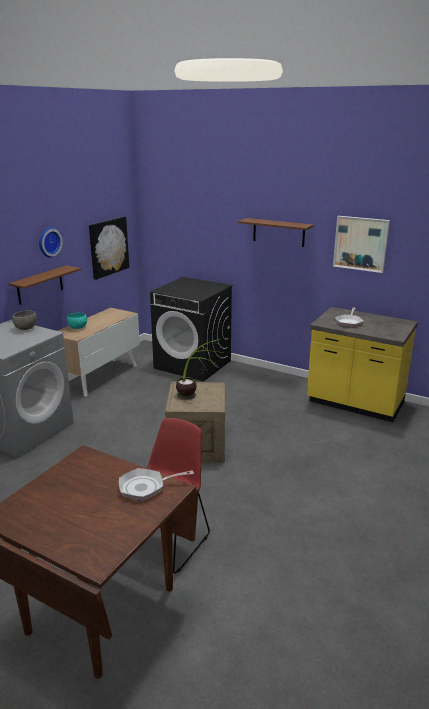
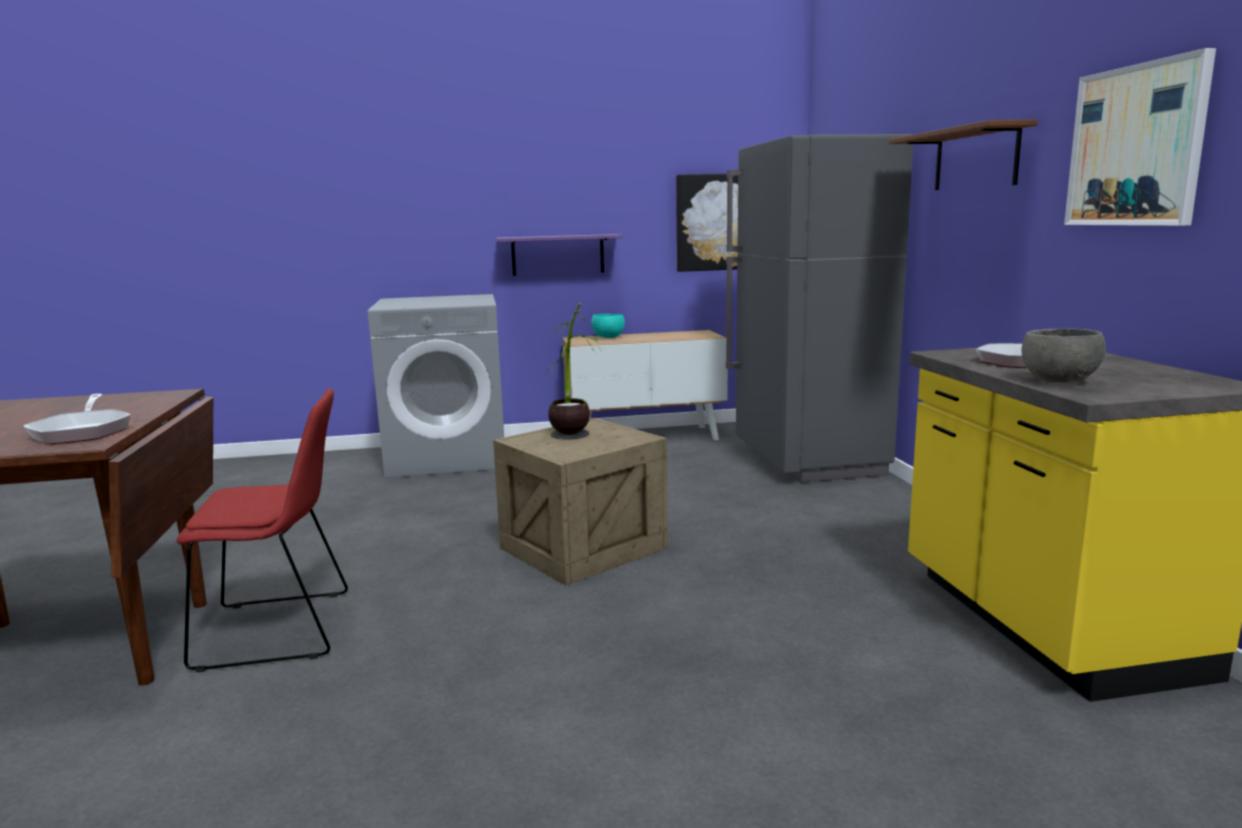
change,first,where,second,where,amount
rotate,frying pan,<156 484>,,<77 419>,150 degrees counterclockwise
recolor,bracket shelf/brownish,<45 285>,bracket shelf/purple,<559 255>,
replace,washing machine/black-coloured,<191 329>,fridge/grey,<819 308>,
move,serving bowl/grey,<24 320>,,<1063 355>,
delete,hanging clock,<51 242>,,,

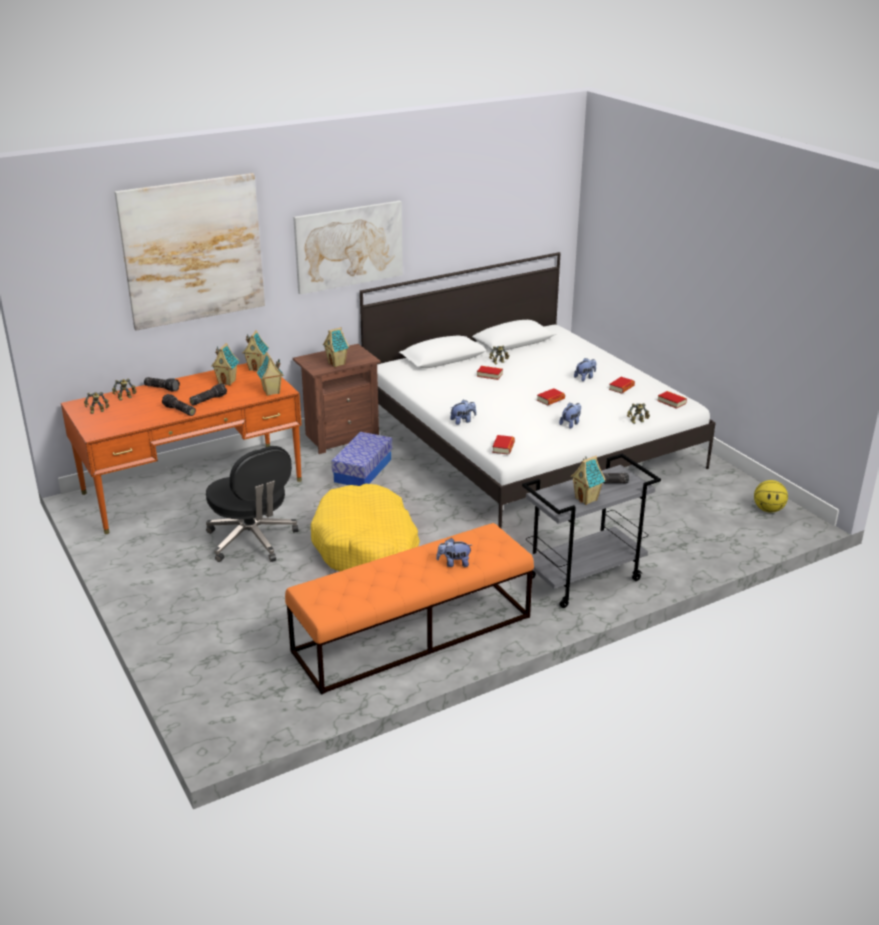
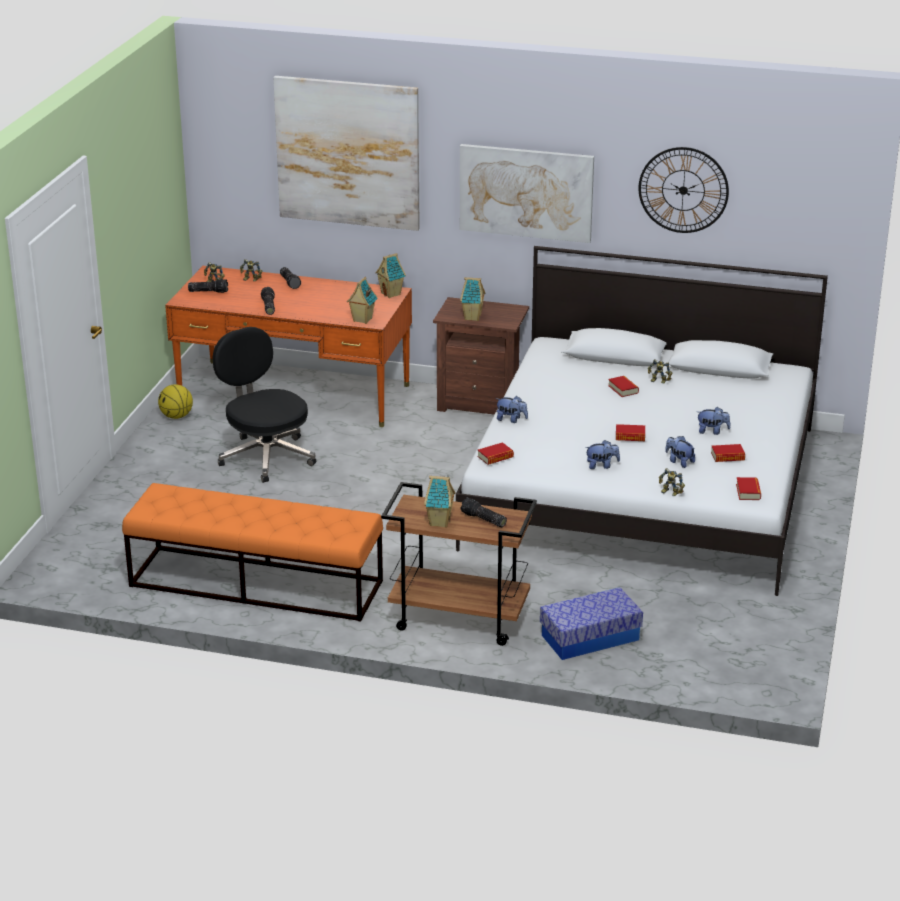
change,first,where,second,where,amount
move,ball for basketball,<771 496>,,<175 401>,
move,flashlight,<208 394>,,<208 286>,
rotate,office chair/black-coloured,<252 504>,,<264 405>,135 degrees clockwise
recolor,trolley/grey,<591 531>,trolley/brownish,<459 564>,
move,storage box,<361 459>,,<591 623>,
insert,,,hanging clock,<684 190>,
move,soft toy,<454 552>,,<680 452>,
delete,model house,<225 364>,,,
delete,pet bed/yellow,<365 527>,,,

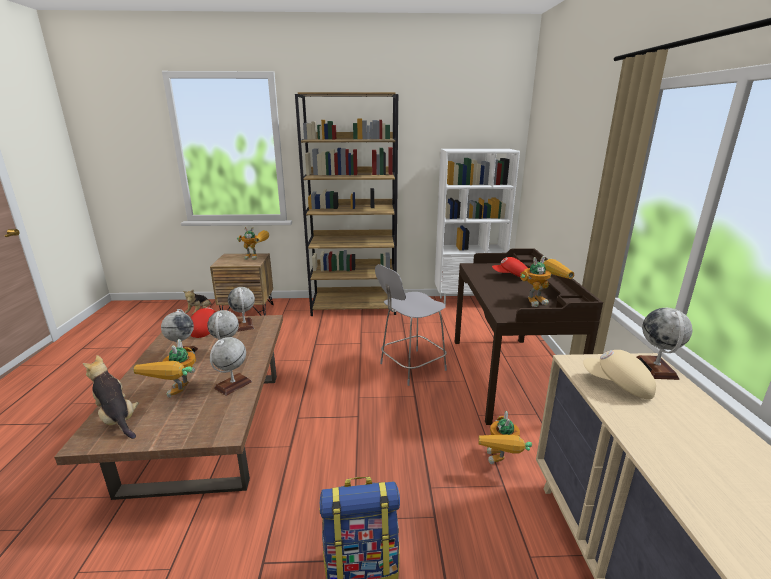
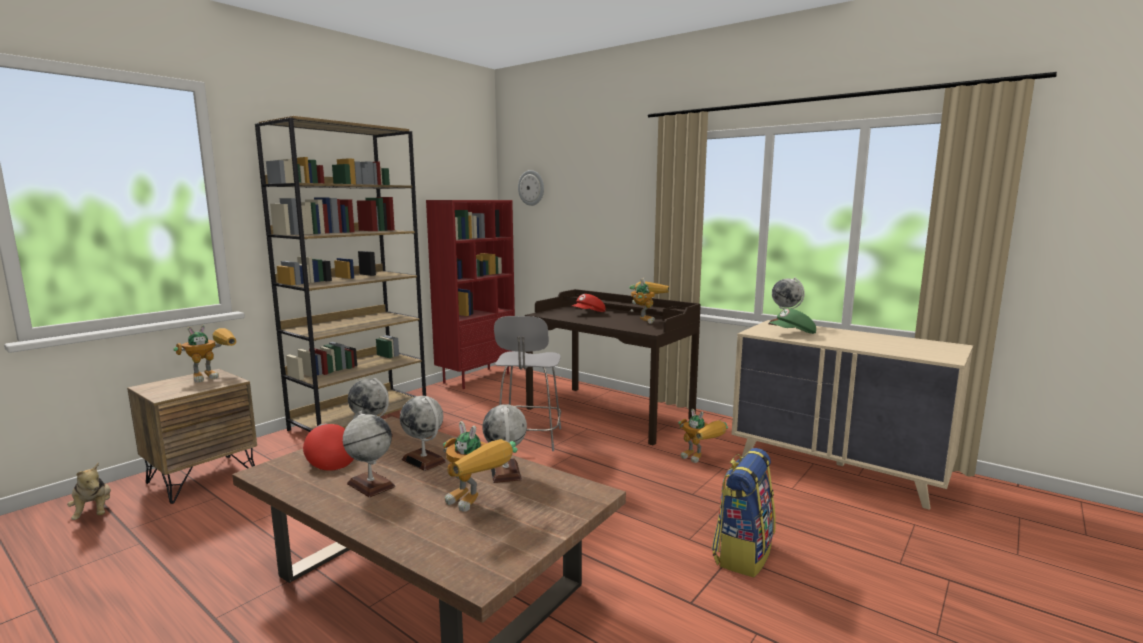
change,first,where,second,where,amount
recolor,shelving unit/white,<477 227>,shelving unit/red-coloured,<470 294>,
insert,,,hanging clock,<531 188>,
recolor,cap/sand-coloured,<619 374>,cap/green-coloured,<792 321>,
delete,soft toy,<111 397>,,,

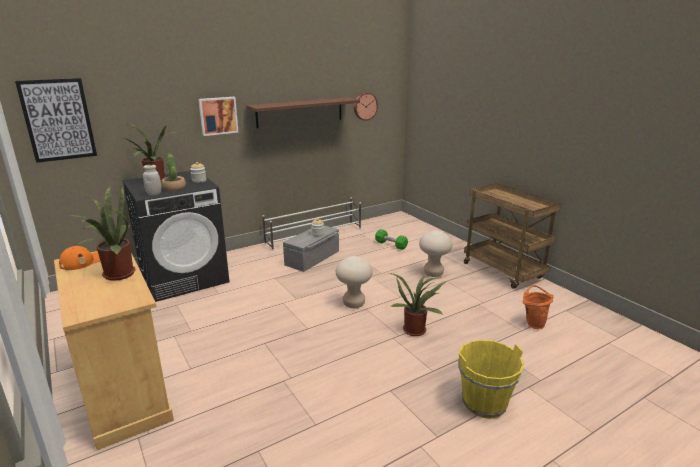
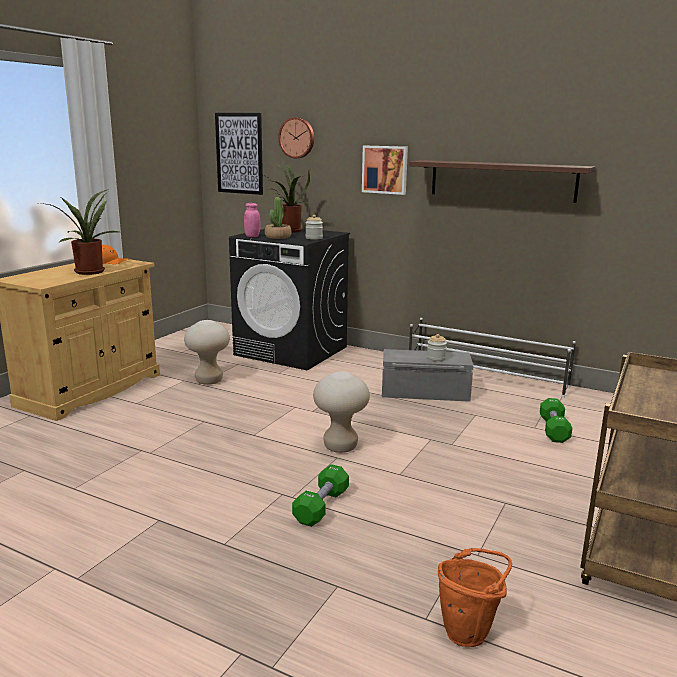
change,first,where,second,where,amount
move,stool seat/sand-coloured,<435 253>,,<207 352>,
recolor,storage jar/white,<152 180>,storage jar/pink,<252 220>,
move,hanging clock,<366 106>,,<296 137>,
replace,plant in a pot,<418 304>,free weight/green-coloured,<320 495>,
delete,water bucket/yellow,<491 379>,,,

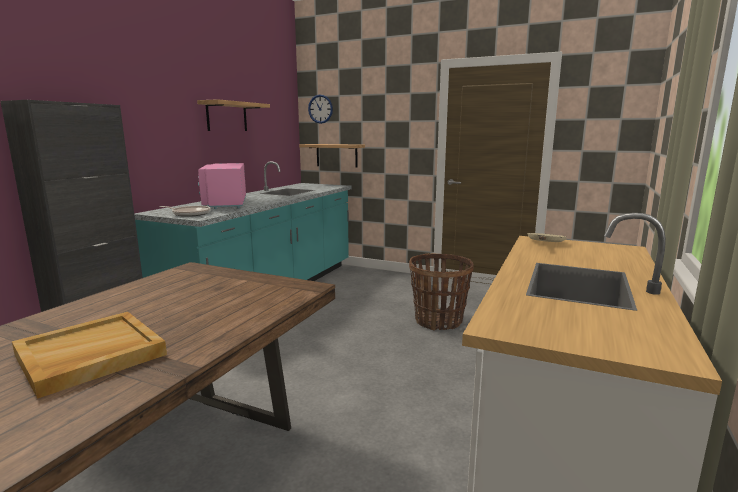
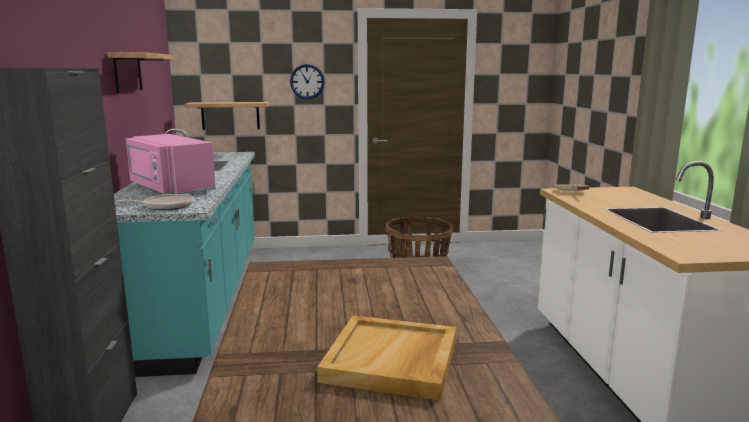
change,first,where,second,where,amount
move,hanging clock,<320 109>,,<307 81>,

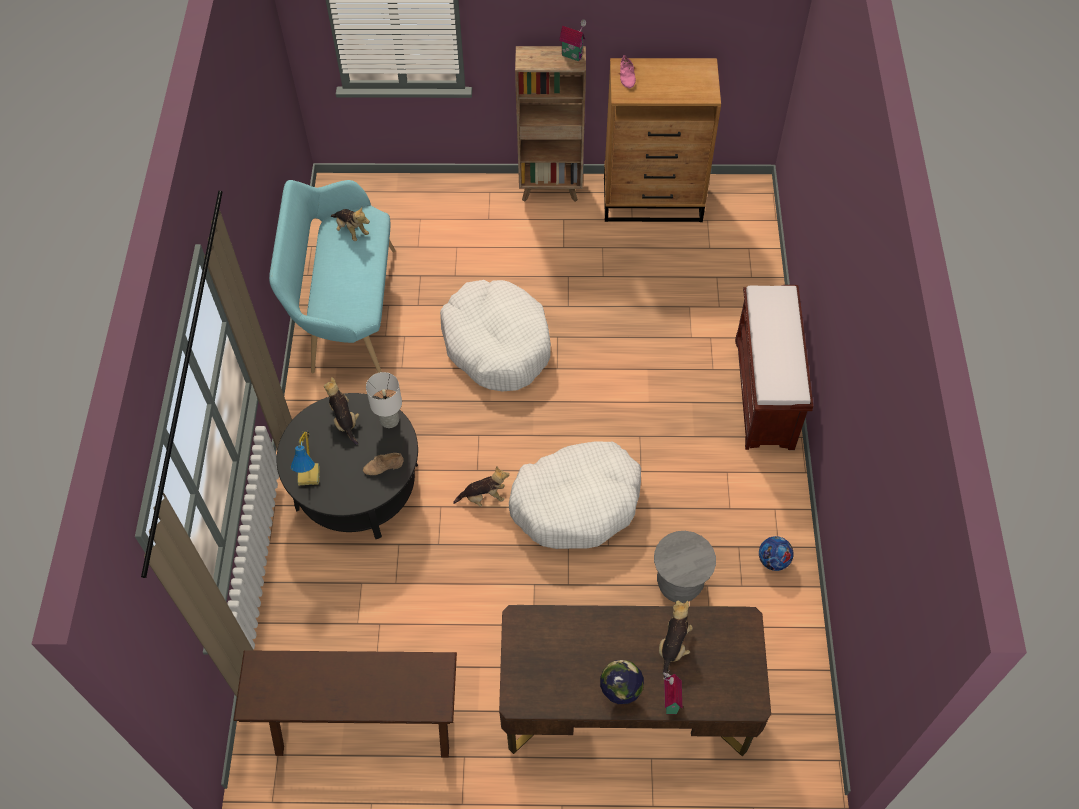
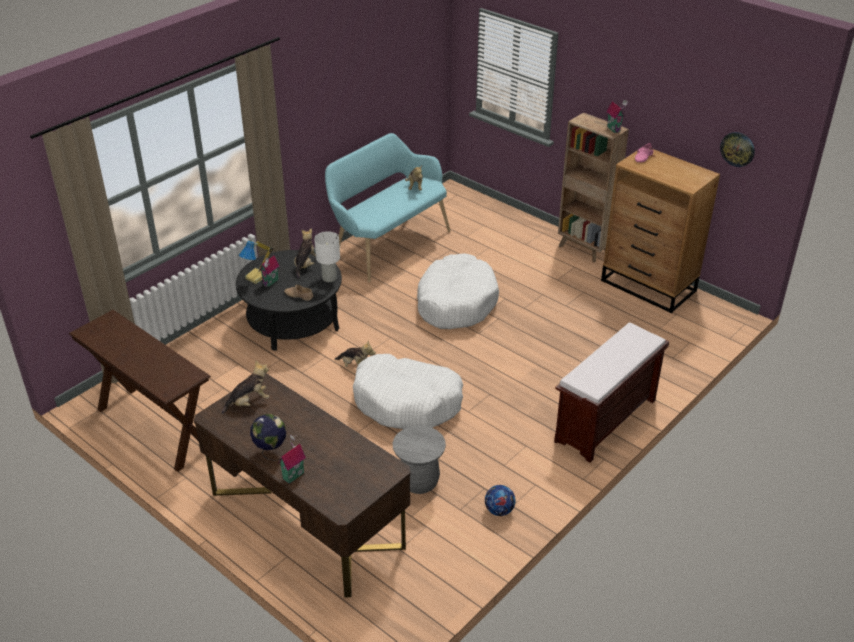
change,first,where,second,where,amount
move,soft toy,<676 640>,,<245 387>,
insert,,,model house,<269 271>,
insert,,,hanging clock,<737 149>,

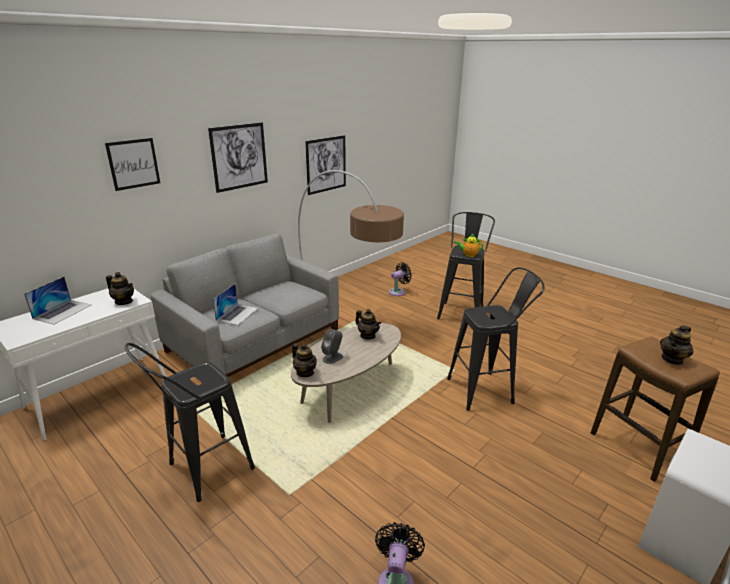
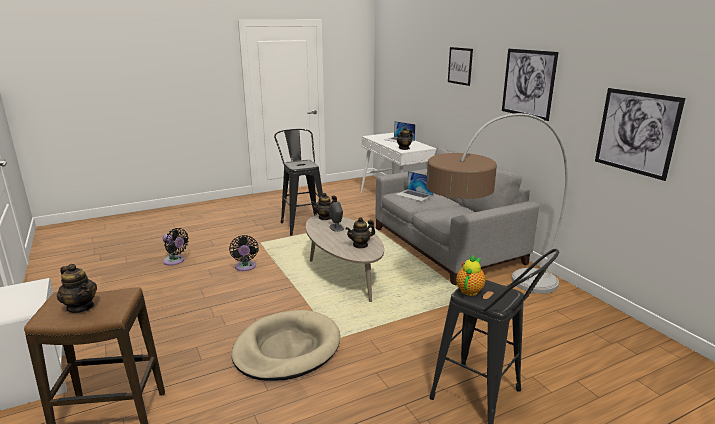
change,first,where,second,where,amount
rotate,tea pot,<676 345>,,<77 288>,150 degrees clockwise
move,cooling fan/black-coloured,<400 279>,,<244 253>,
replace,stool seat/black-coloured,<496 339>,pet bed/sand-coloured,<285 345>,

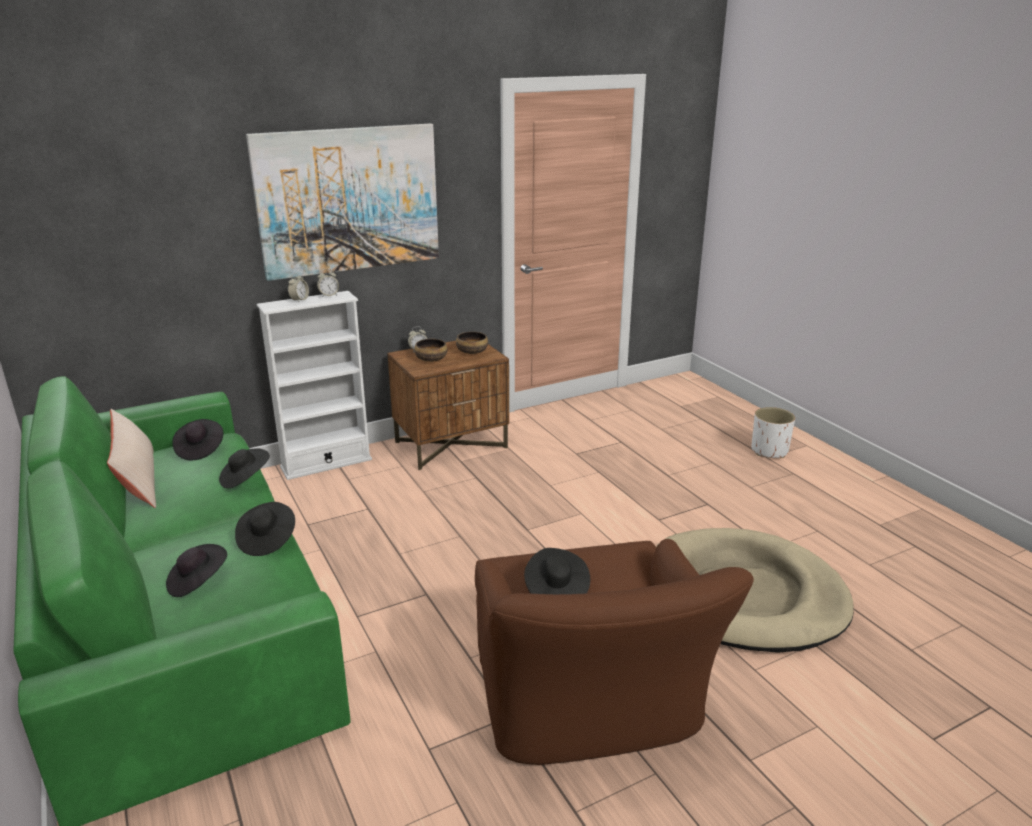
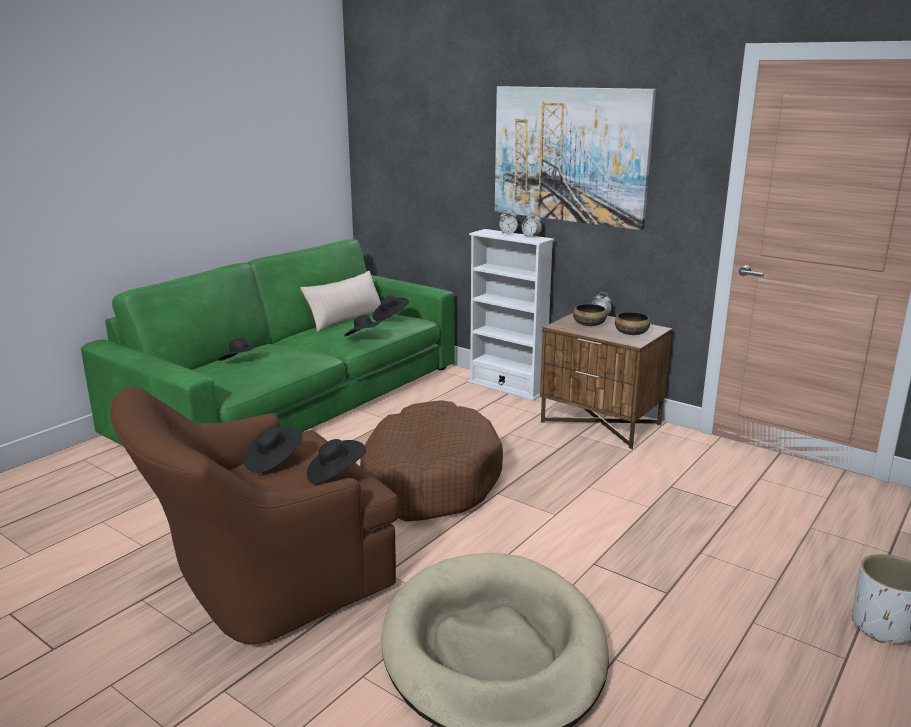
change,first,where,second,where,amount
move,clothing hat/black-coloured,<265 529>,,<336 461>,
insert,,,pet bed/brownish,<431 461>,

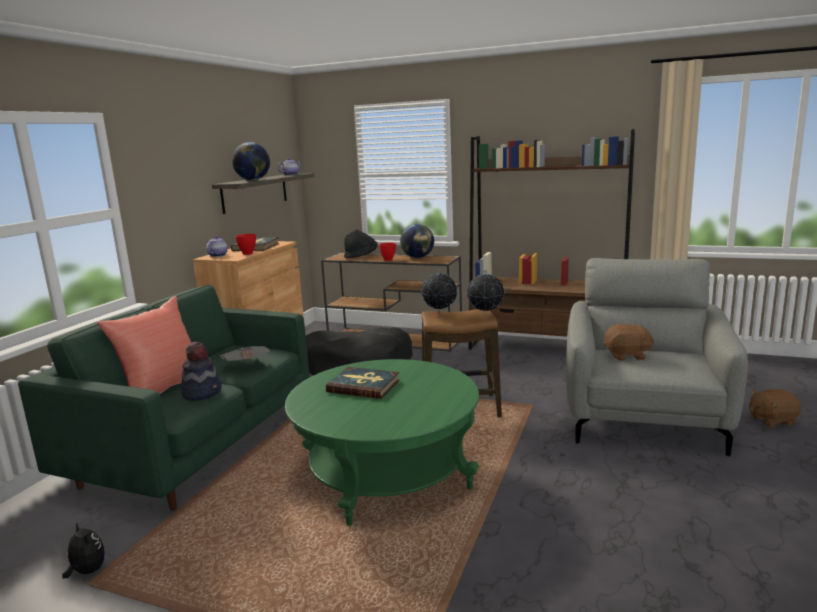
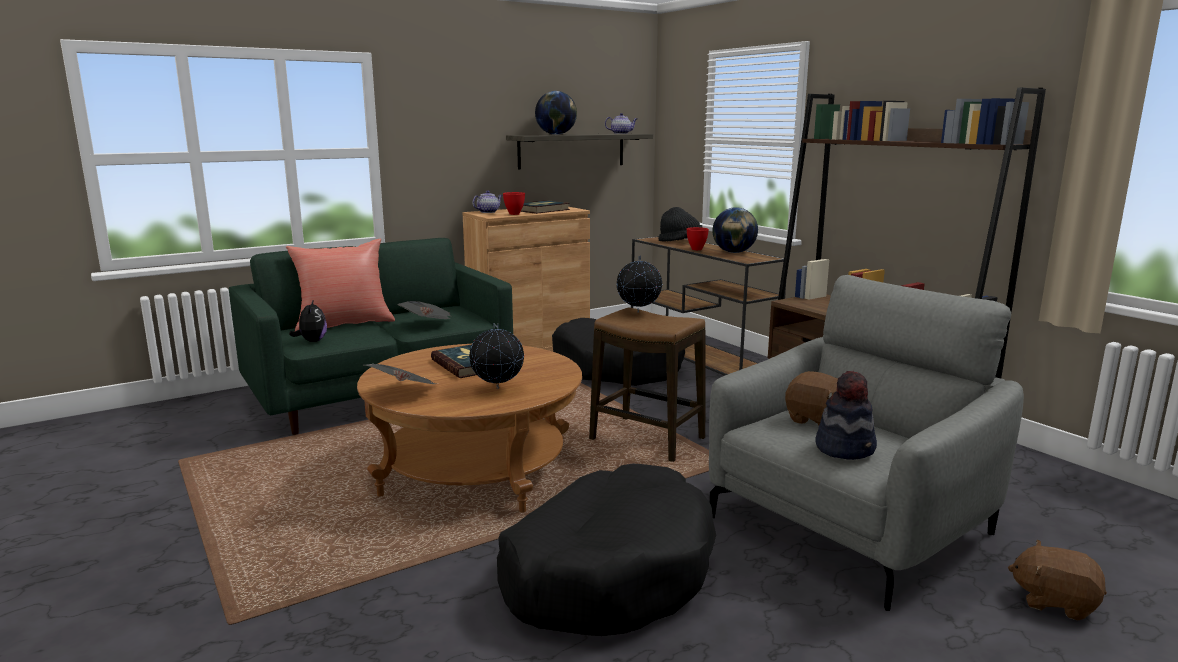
change,first,where,second,where,amount
move,soft toy,<83 551>,,<308 320>,
recolor,low table/green-coloured,<382 442>,low table/brownish,<469 428>,
insert,,,newspaper,<400 374>,
move,globe,<485 292>,,<496 356>,
insert,,,pet bed/black-coloured,<606 550>,
move,clothing hat,<201 371>,,<846 415>,

